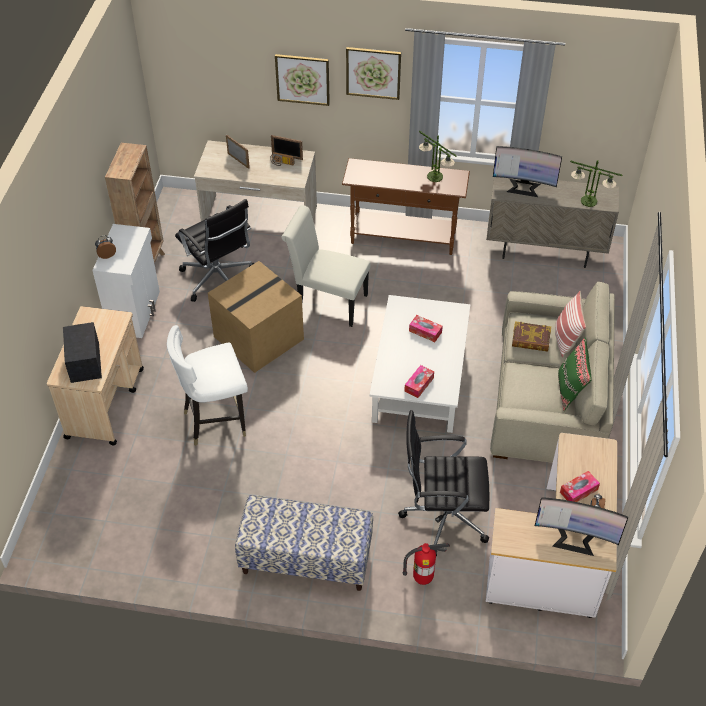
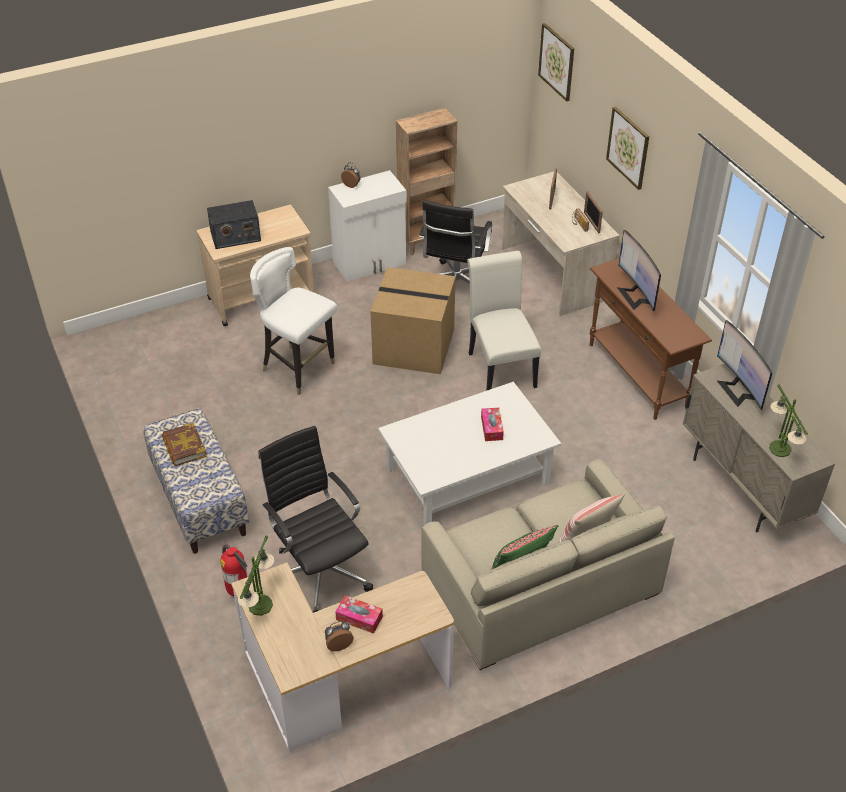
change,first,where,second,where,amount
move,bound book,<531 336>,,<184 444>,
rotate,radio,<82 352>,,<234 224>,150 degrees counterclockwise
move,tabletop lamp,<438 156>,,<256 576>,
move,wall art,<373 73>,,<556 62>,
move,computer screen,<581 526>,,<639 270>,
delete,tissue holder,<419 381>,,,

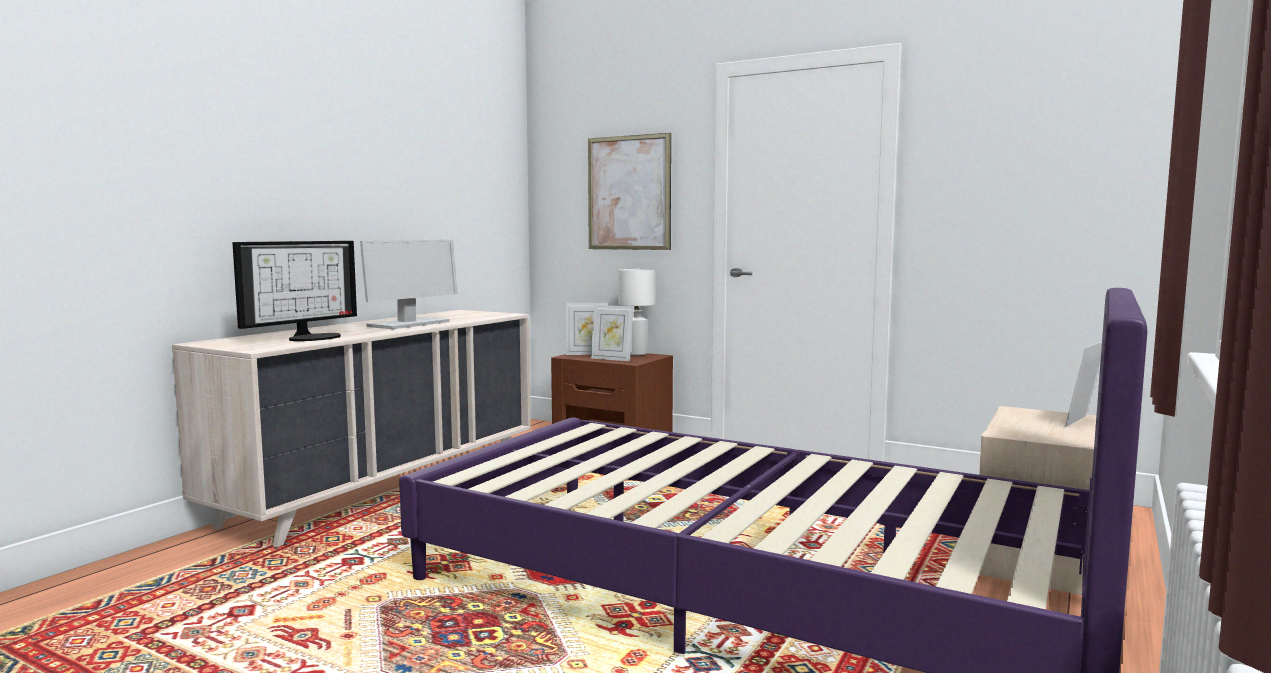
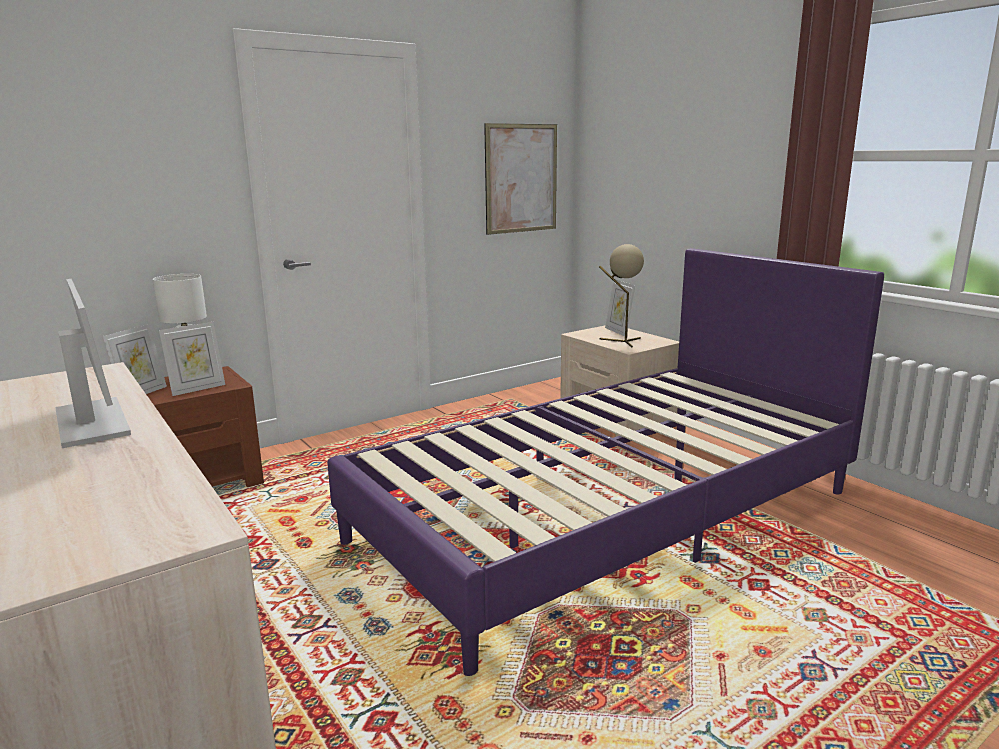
change,first,where,second,where,amount
move,wall art,<629 191>,,<520 179>,
insert,,,tabletop lamp/sand-coloured,<621 295>,
delete,computer screen,<295 291>,,,

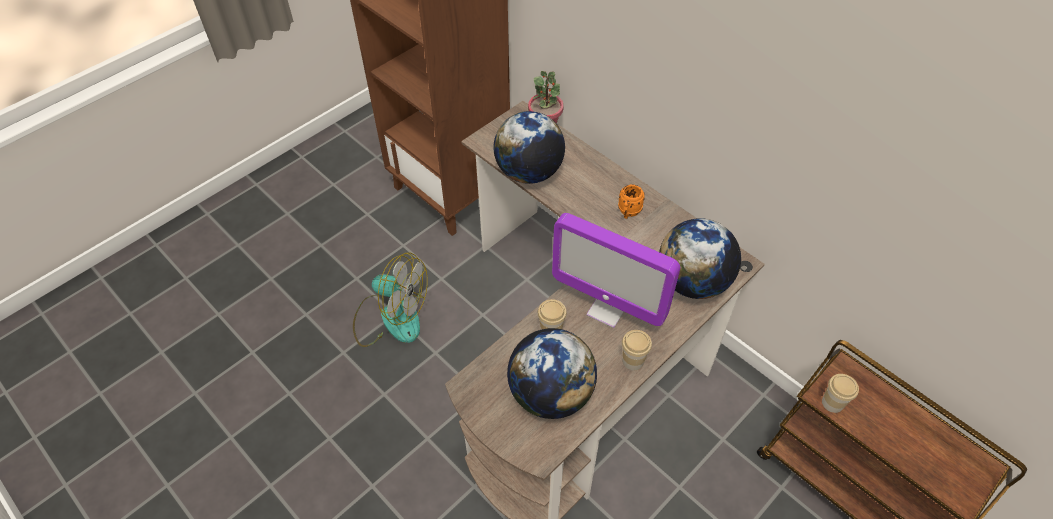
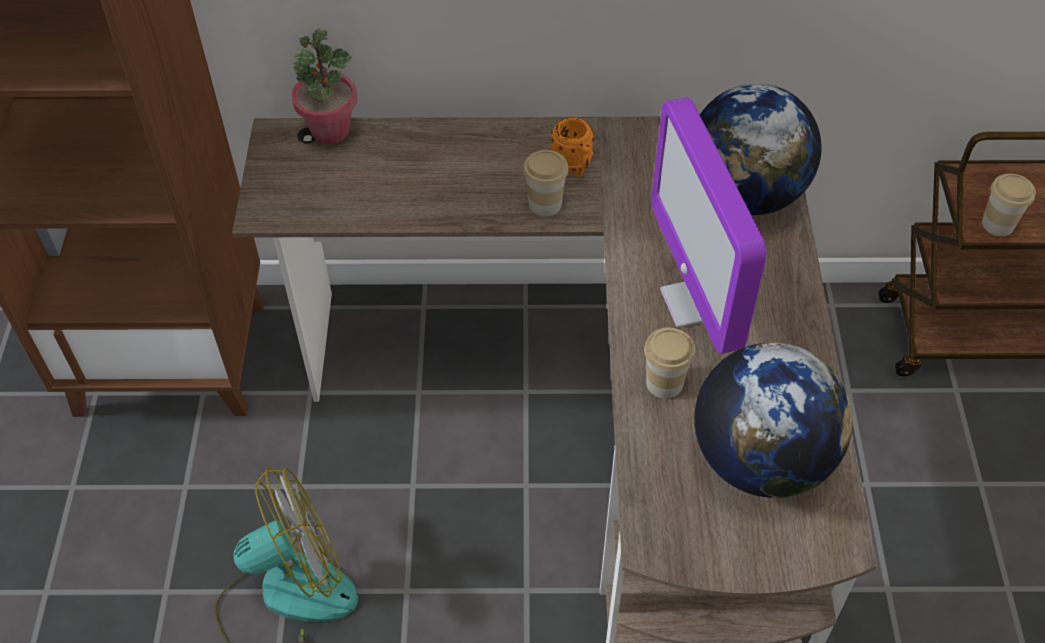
change,first,where,second,where,amount
move,small cup,<637 350>,,<546 183>,
rotate,computer screen,<616 270>,,<709 225>,90 degrees clockwise
delete,globe,<529 147>,,,

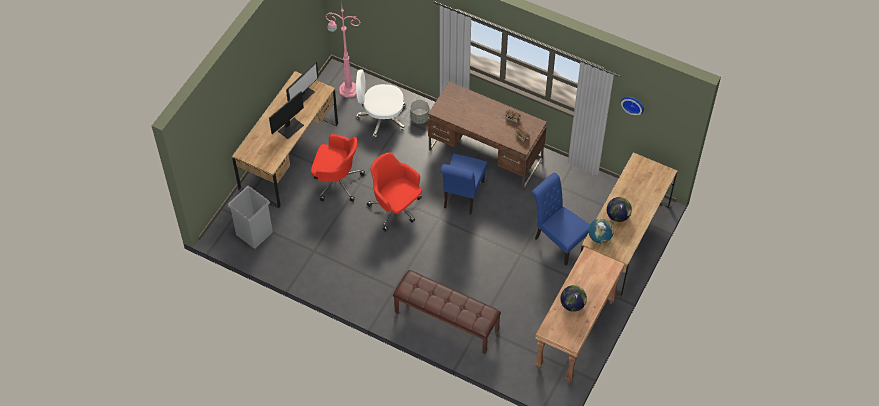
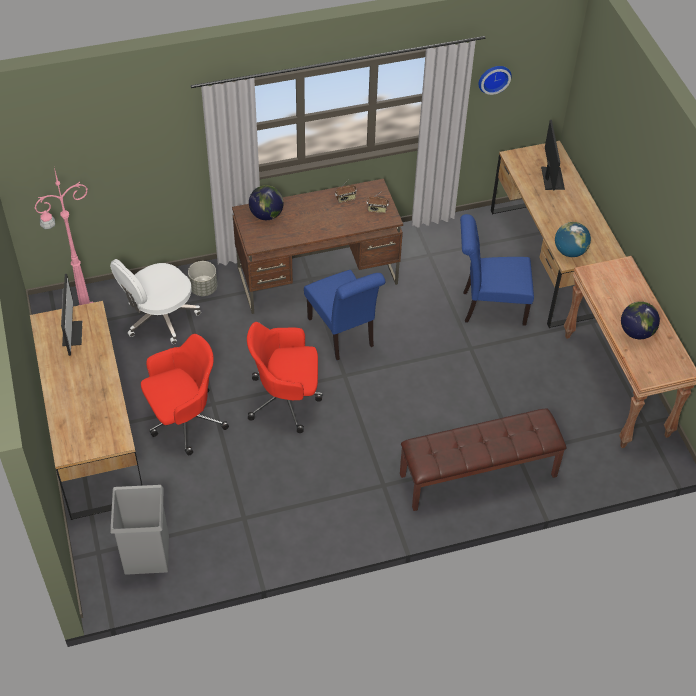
change,first,where,second,where,amount
move,globe,<619 209>,,<266 202>,
move,computer screen,<286 115>,,<553 155>,

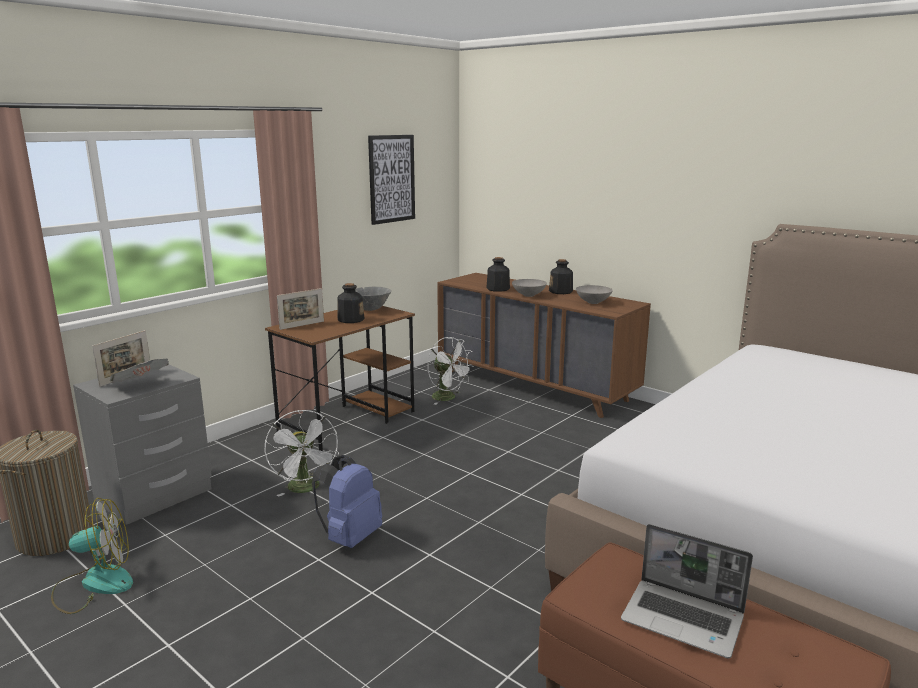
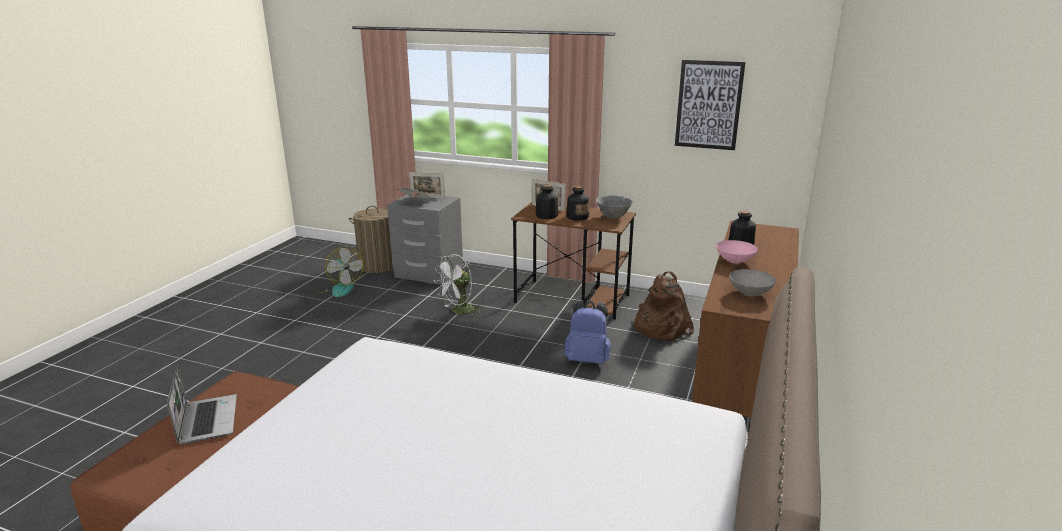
change,first,where,second,where,amount
rotate,portable computer,<687 591>,,<202 404>,150 degrees clockwise
move,bottle,<561 276>,,<546 202>,
move,rucksack/bluish,<347 501>,,<587 332>,
replace,cooling fan/white,<451 371>,rucksack/brownish,<663 306>,
recolor,serving bowl/grey,<529 288>,serving bowl/pink,<737 252>,

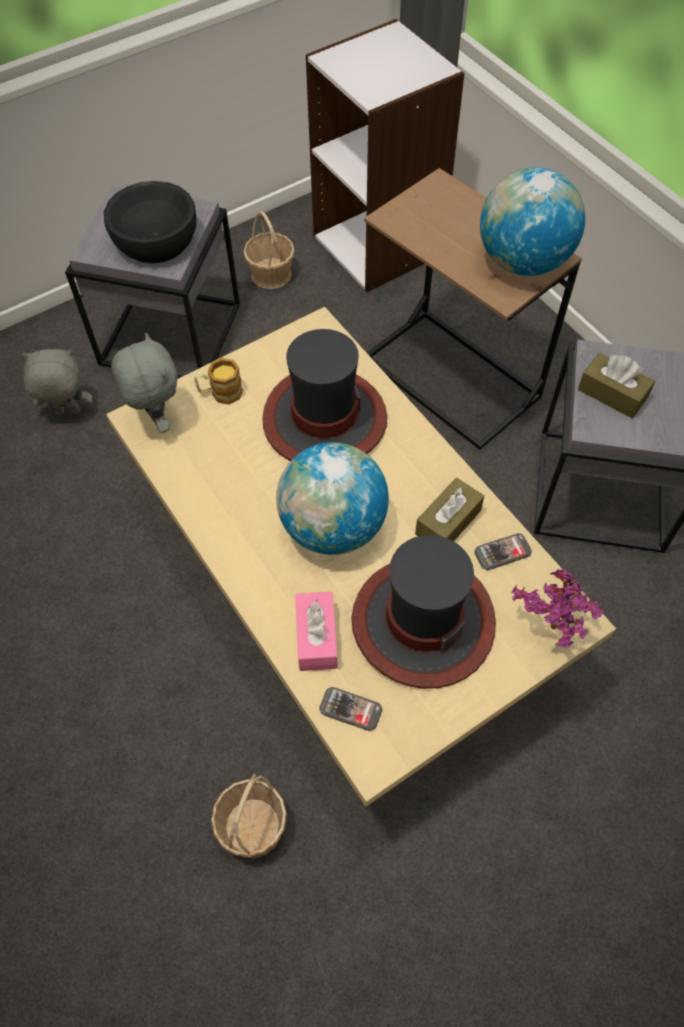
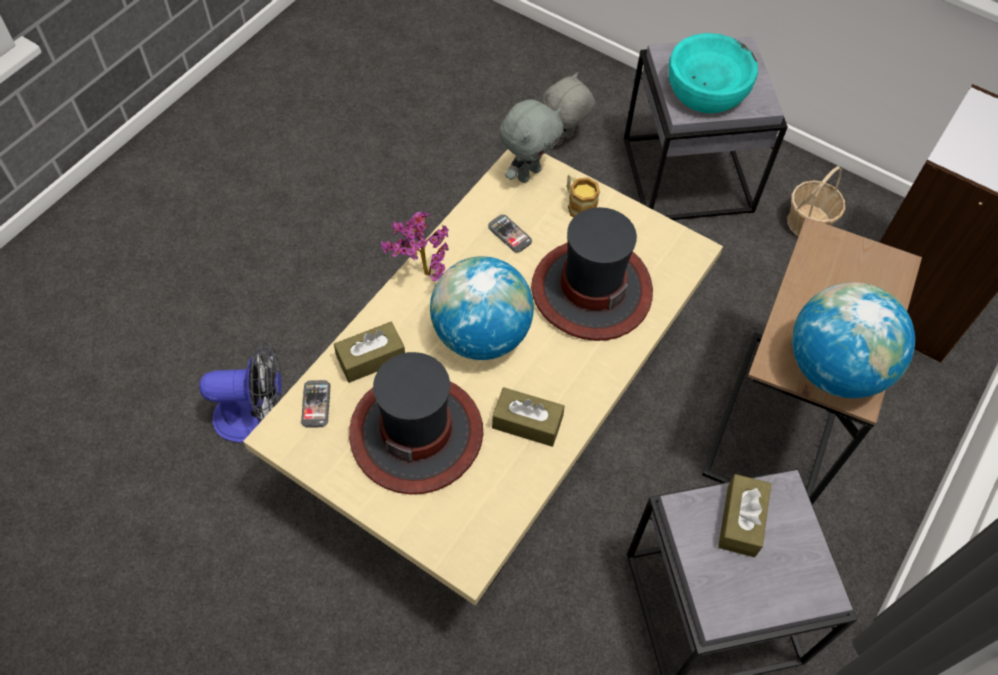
change,first,where,second,where,amount
replace,basket,<249 816>,cooling fan,<240 392>,
recolor,tissue holder/pink,<316 631>,tissue holder/brownish,<369 352>,
move,plant in a pot,<557 608>,,<415 246>,
move,phone,<503 551>,,<510 233>,
rotate,soft toy/grey,<57 382>,,<568 109>,105 degrees counterclockwise
recolor,serving bowl/black-coloured,<150 222>,serving bowl/blue-green,<713 73>,

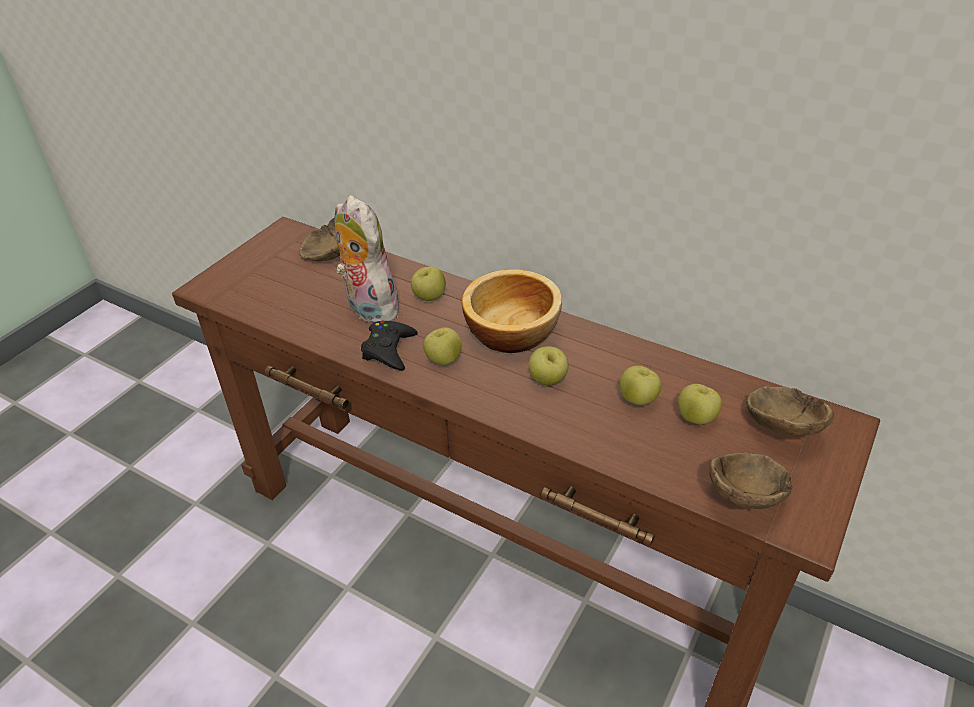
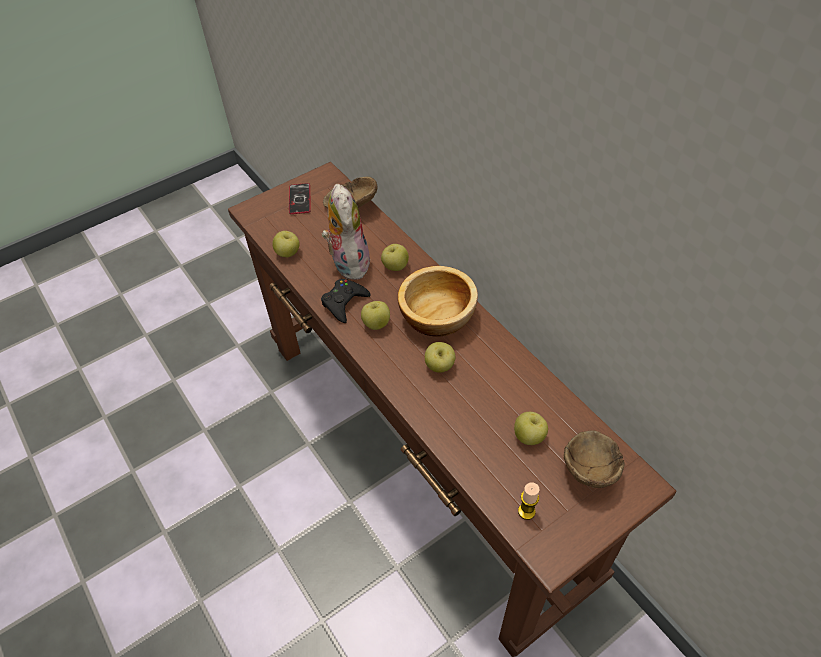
change,first,where,second,where,amount
move,whole apple,<640 385>,,<286 244>,
insert,,,phone,<300 198>,
replace,serving bowl/brownish,<750 480>,wax light,<529 501>,

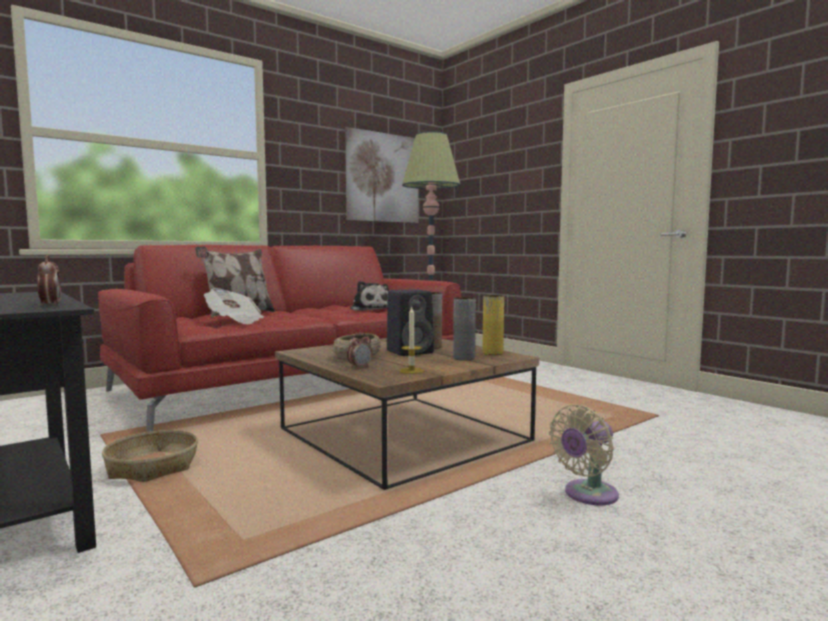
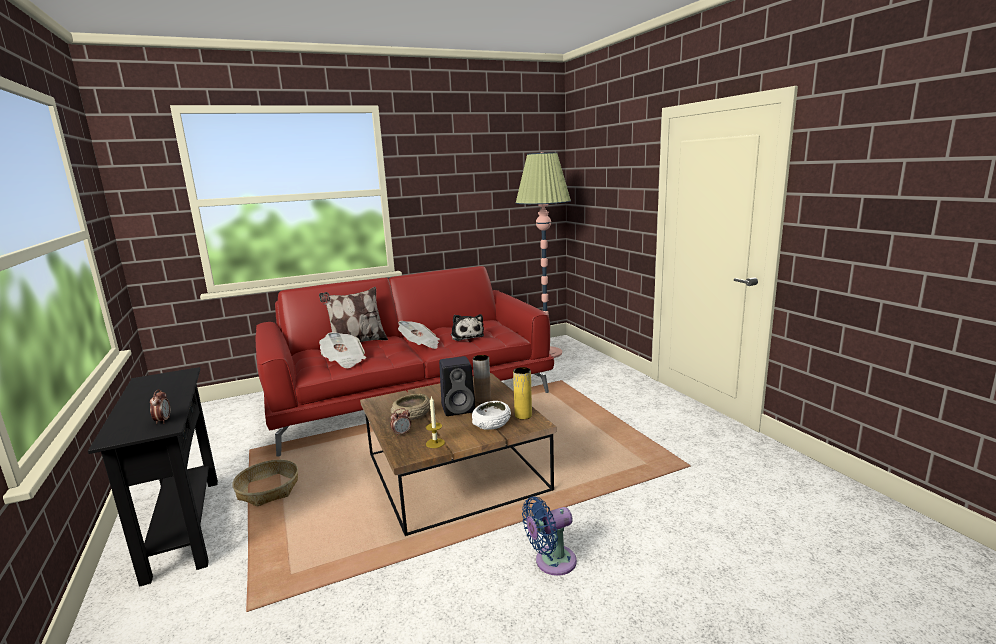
change,first,where,second,where,amount
insert,,,newspaper,<419 335>,
replace,vase/grey,<464 329>,serving bowl/white,<491 415>,
recolor,cooling fan/sand-coloured,<584 455>,cooling fan/bluish,<549 536>,
delete,wall art,<381 175>,,,

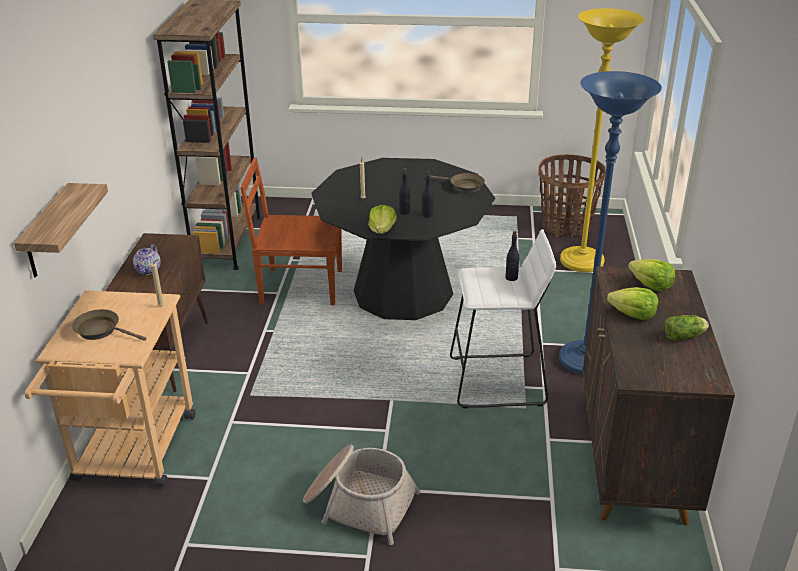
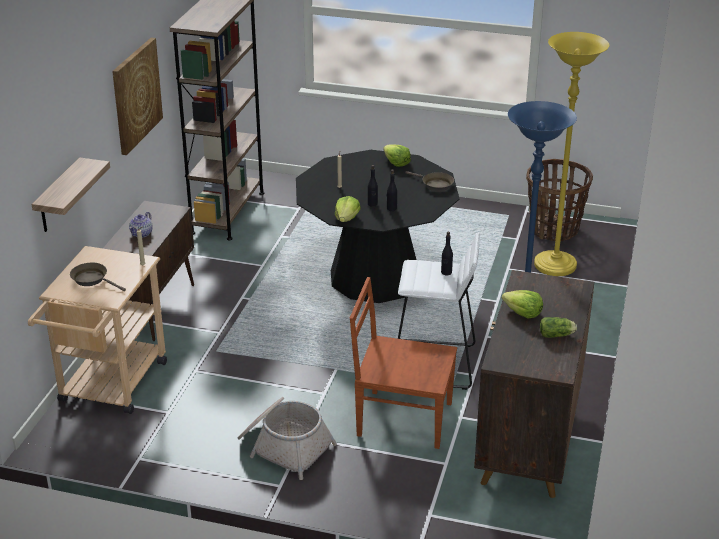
change,first,where,second,where,amount
insert,,,wall art,<137 96>,
move,plain chair/brownish,<291 231>,,<403 363>,
move,head of lettuce,<651 275>,,<397 155>,

